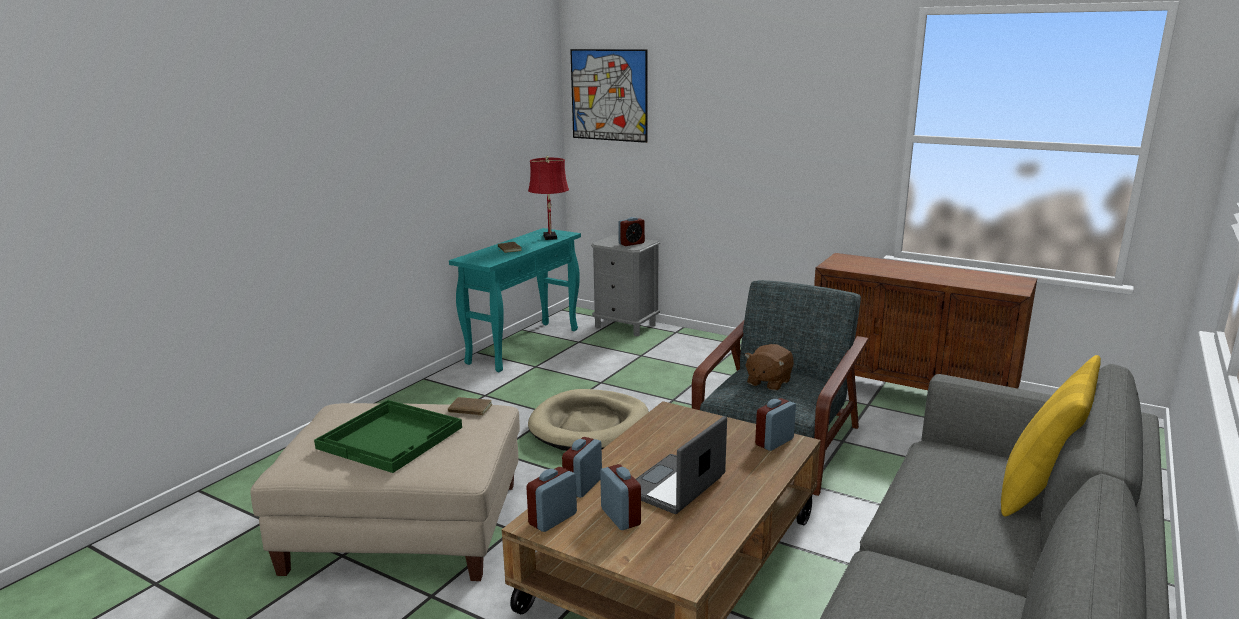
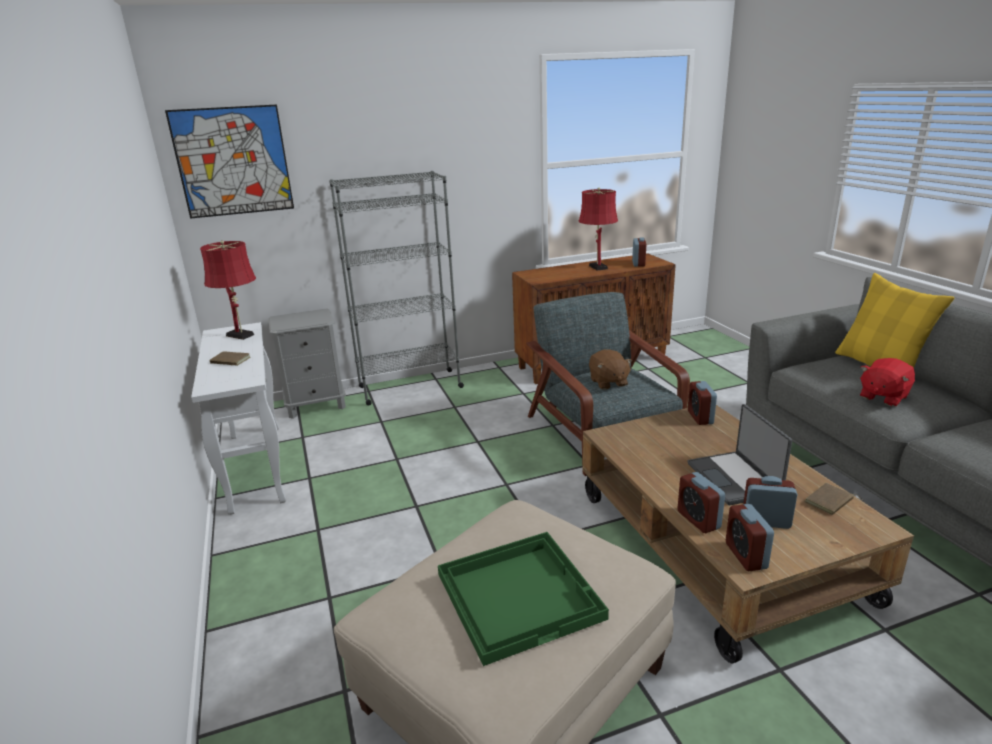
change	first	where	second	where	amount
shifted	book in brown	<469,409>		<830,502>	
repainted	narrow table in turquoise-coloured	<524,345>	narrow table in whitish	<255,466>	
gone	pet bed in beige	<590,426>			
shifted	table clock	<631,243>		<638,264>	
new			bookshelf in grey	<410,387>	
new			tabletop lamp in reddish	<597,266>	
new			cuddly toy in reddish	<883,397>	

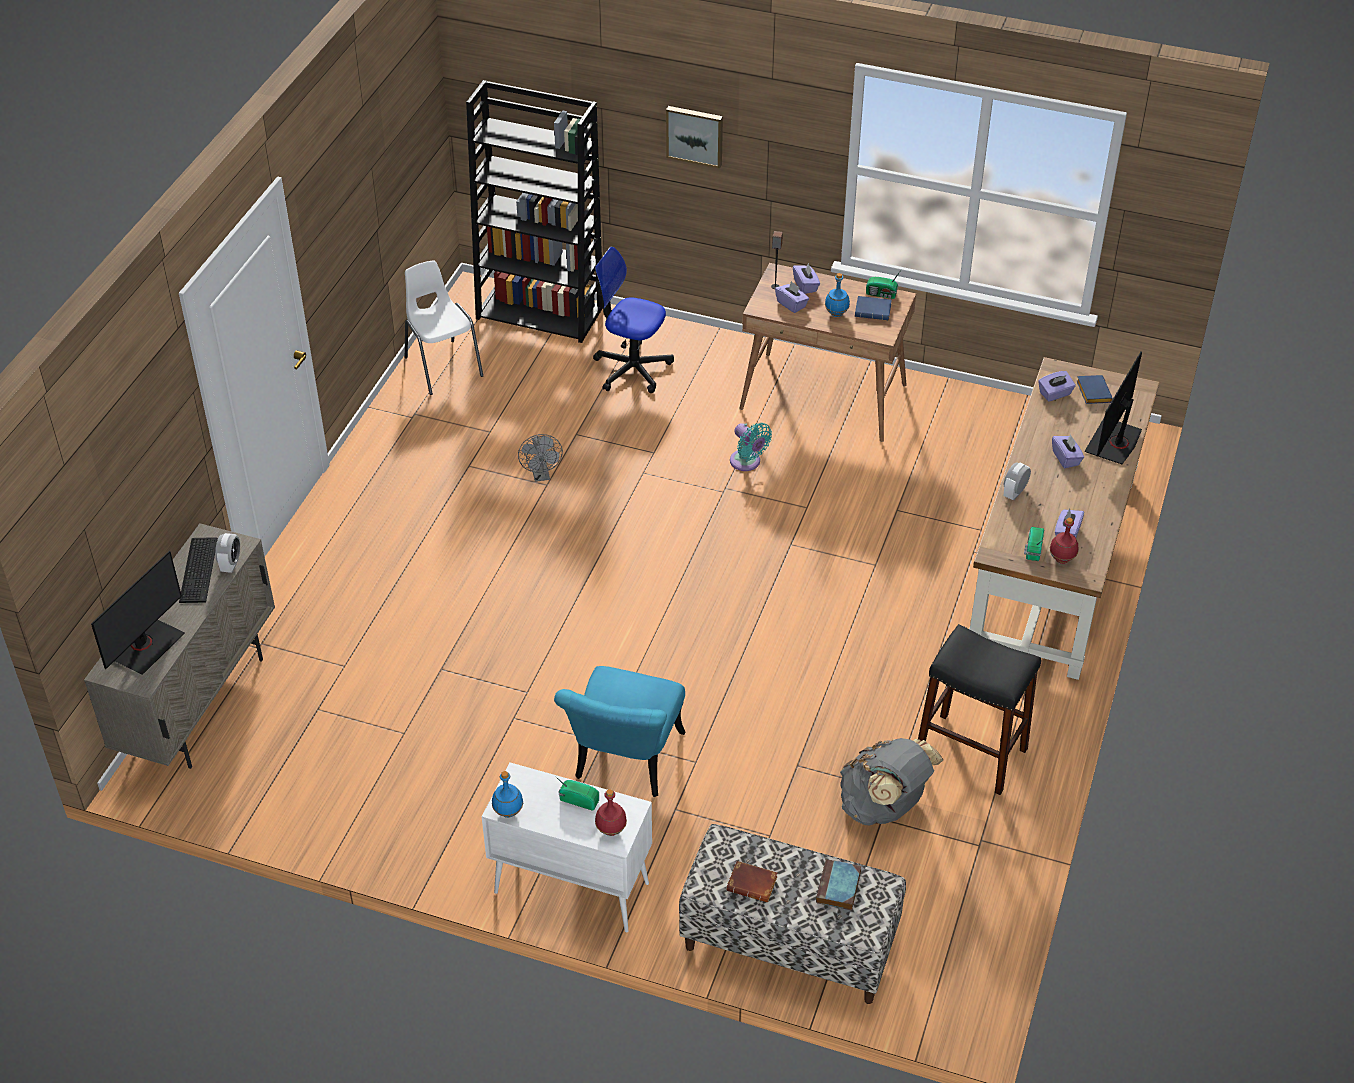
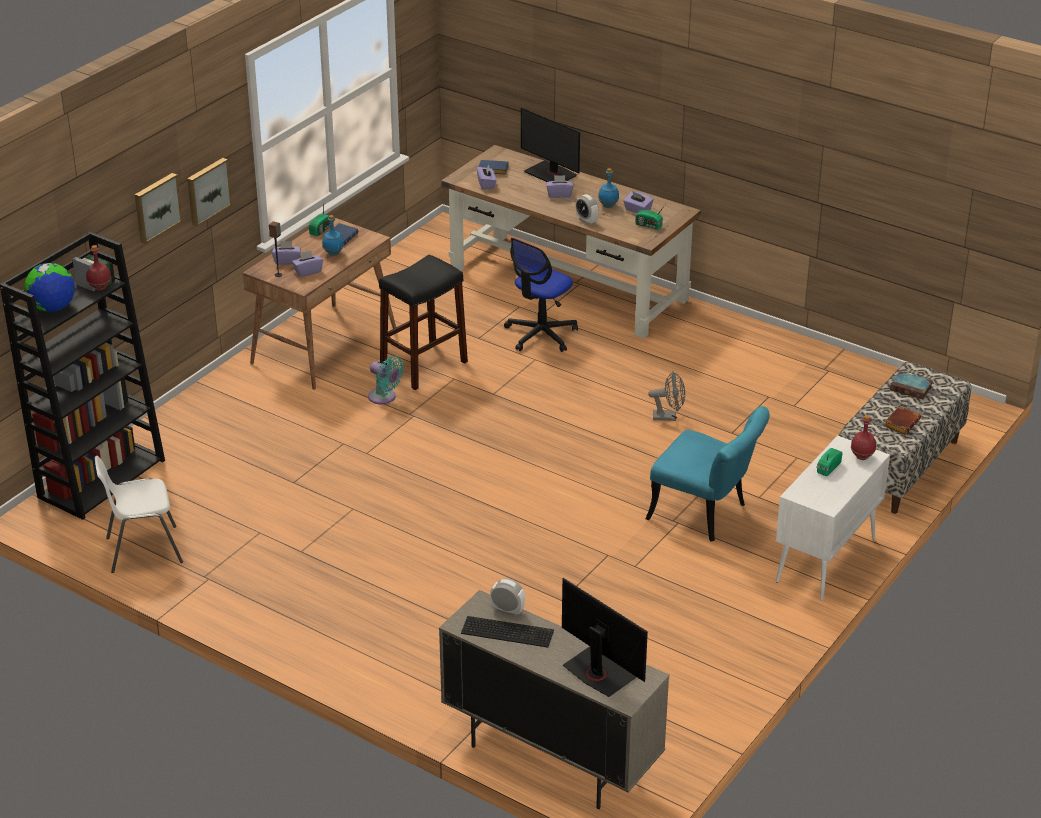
change	first	where	second	where	amount
shifted	bottle in blue-coloured	<508,812>		<608,206>	
shifted	cooling fan in grey	<541,475>		<668,417>	
shifted	computer chair	<632,369>		<540,335>	
rotated	cooling fan in turquoise-coloured	<747,463>		<384,397>	60 degrees clockwise
gone	rucksack in grey	<884,806>			
shifted	stool in black-coloured	<970,753>		<423,365>	
shifted	bottle in reddish	<1061,559>		<100,288>	
new			desk globe	<53,308>	
new			picture	<207,191>	

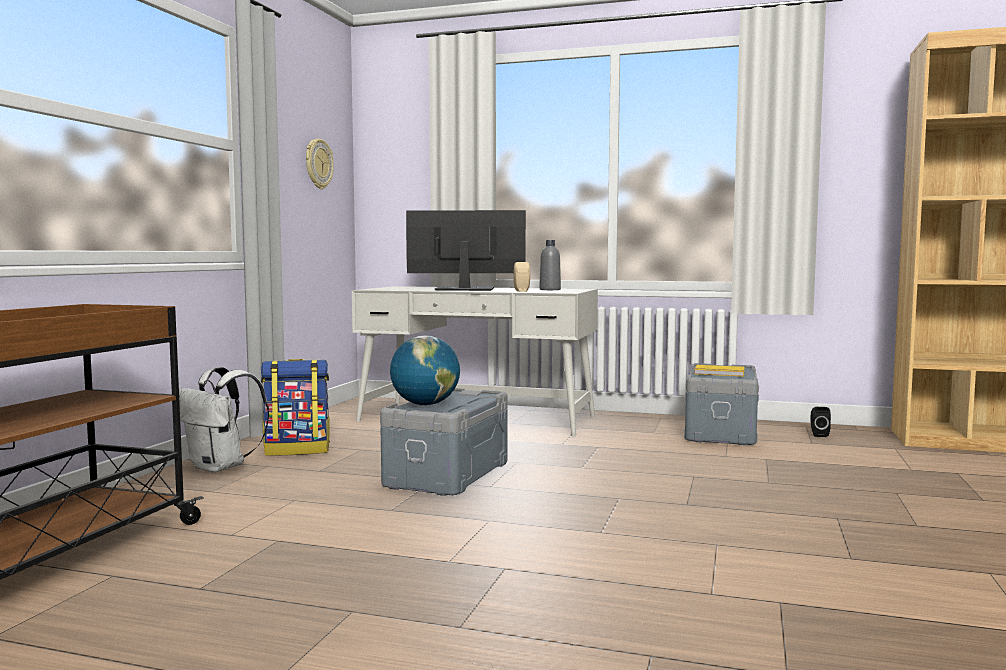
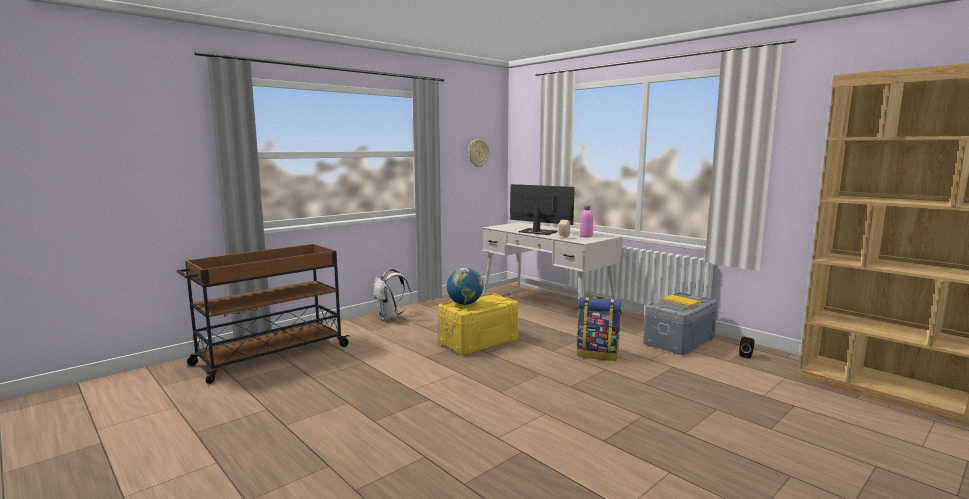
change	first	where	second	where	amount
shifted	rucksack	<297,450>		<597,354>	
repainted	storage box in grey	<449,474>	storage box in yellow	<479,341>	
repainted	bottle in grey	<550,289>	bottle in pink	<586,236>	

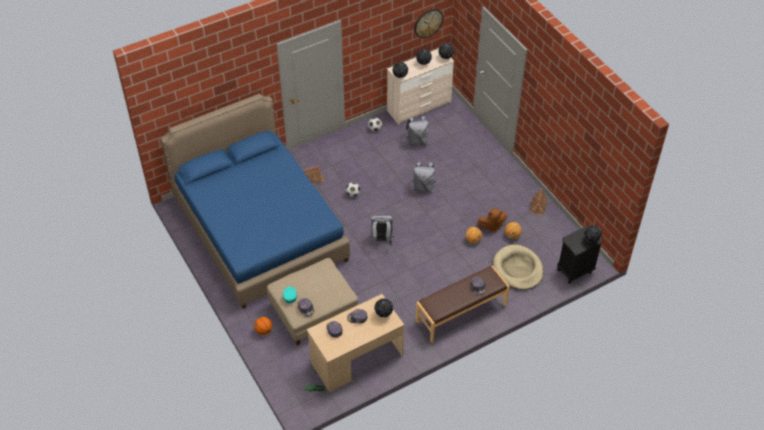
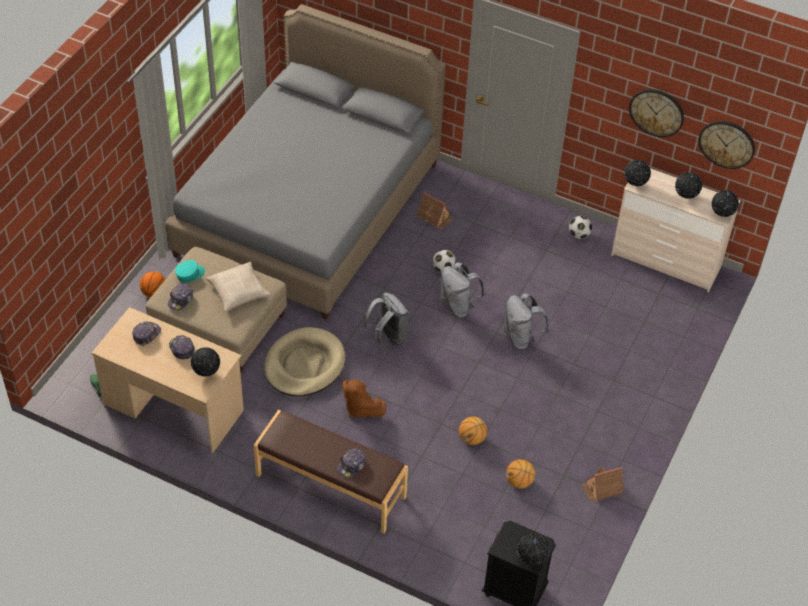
change	first	where	second	where	amount
repainted	bedroom bed in blue-coloured	<260,229>	bedroom bed in grey	<308,209>	
shifted	rucksack in grey	<417,141>		<458,306>	
shifted	cuddly toy in brown	<491,226>		<360,408>	
shifted	pet bed in beige	<518,269>		<304,365>	
new			throw pillow in beige	<238,291>	
new			hanging clock	<656,112>	

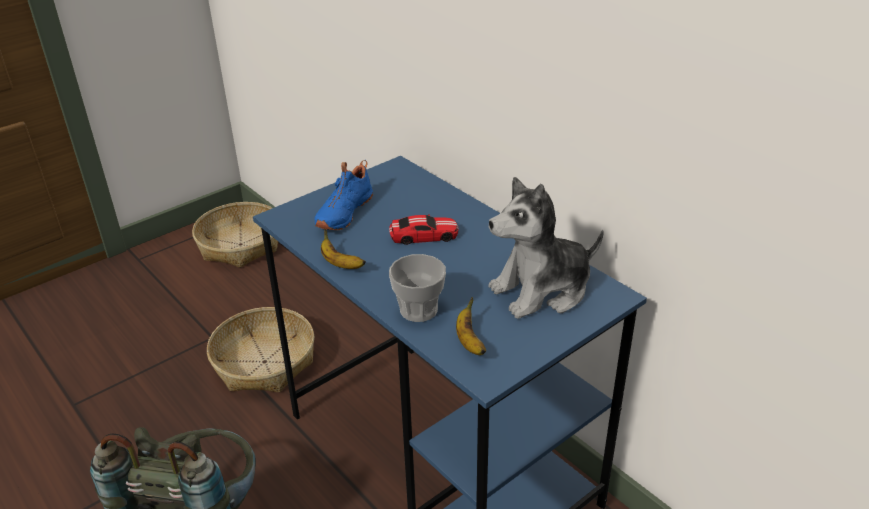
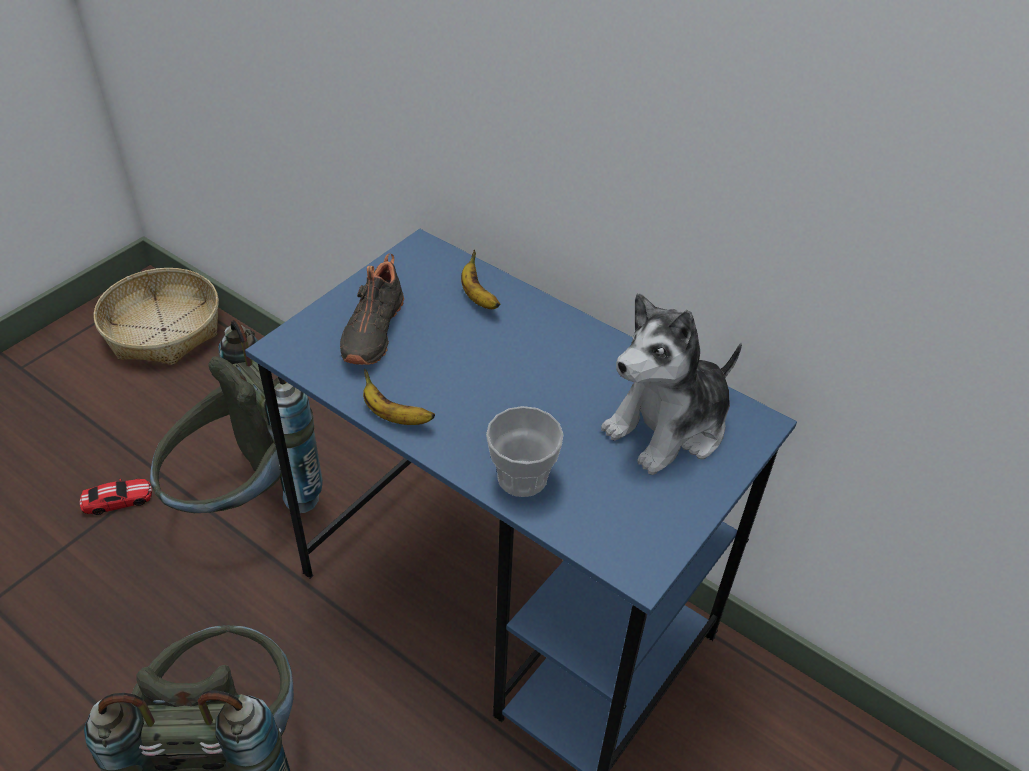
change	first	where	second	where	amount
swapped	household basket	<265,362>	rucksack in grey	<245,501>	
repainted	shoe in blue-coloured	<343,212>	shoe in black-coloured	<371,330>	
shifted	model car	<424,235>		<118,500>	
shifted	banana	<469,341>		<477,297>	

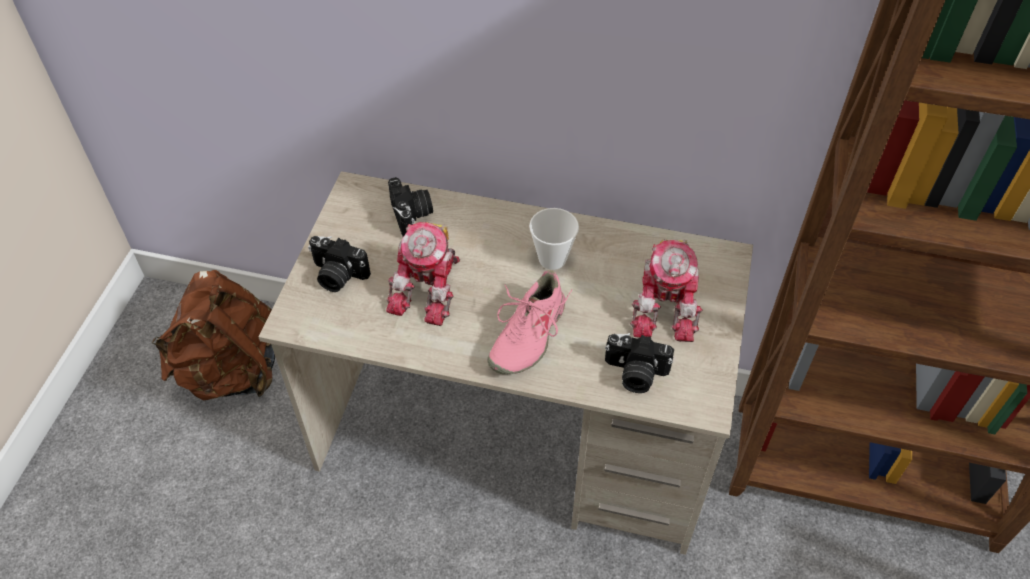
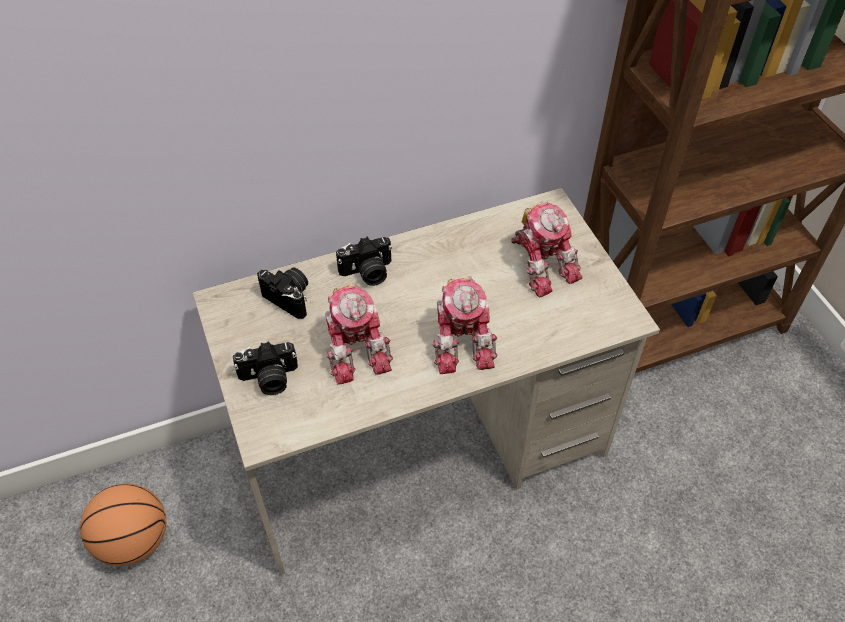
change	first	where	second	where	amount
swapped	rucksack in brown	<231,371>	basketball	<134,541>	
swapped	shoe in pink	<527,334>	model robot	<463,339>	
gone	cup	<552,259>			
shifted	still camera	<635,374>		<367,273>	

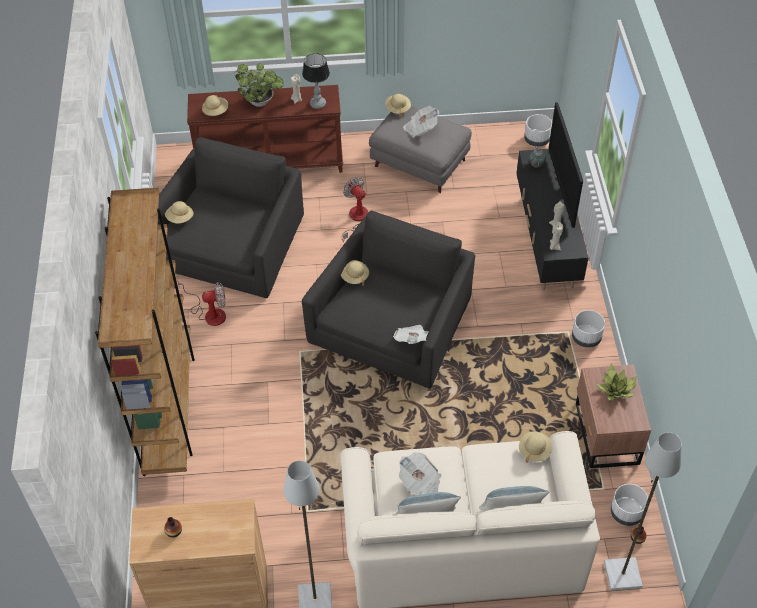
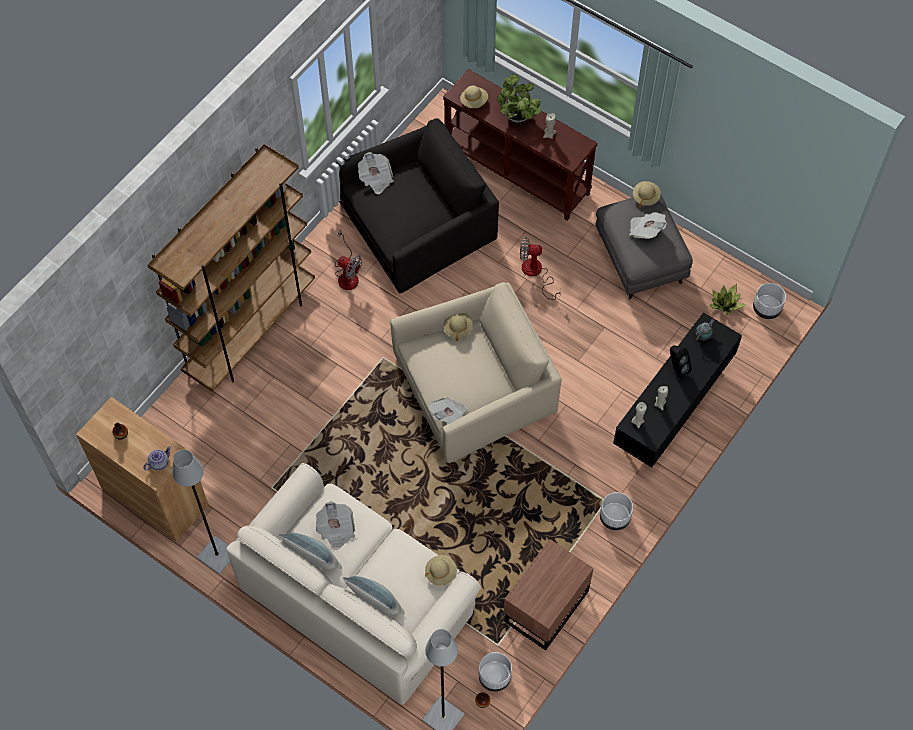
change	first	where	second	where	amount
swapped	clothing hat in beige	<180,218>	daily paper	<376,179>	
gone	tabletop lamp	<317,104>			
repainted	easy chair in black-coloured	<393,323>	easy chair in beige	<475,387>	
rotated	cooling fan	<356,219>		<536,273>	90 degrees counterclockwise
gone	television	<562,191>			
shifted	houseplant	<616,389>		<725,304>	
new			tea pot	<158,463>	
new			audio speaker in black-coloured	<677,369>	

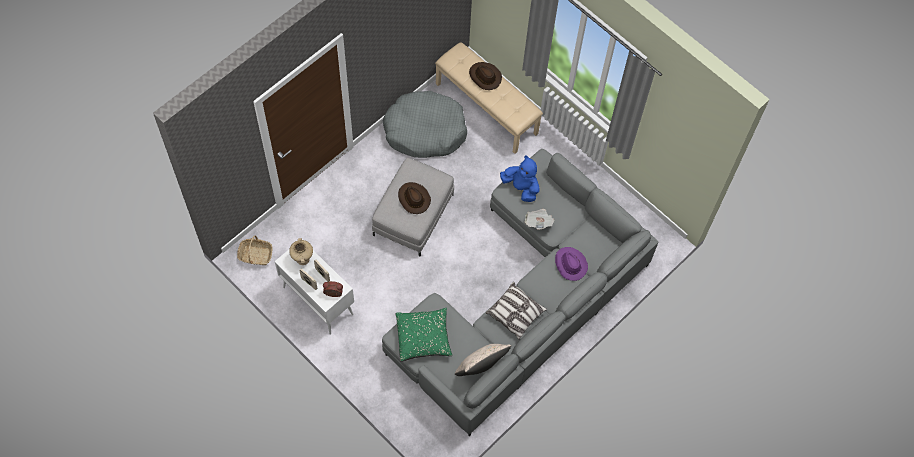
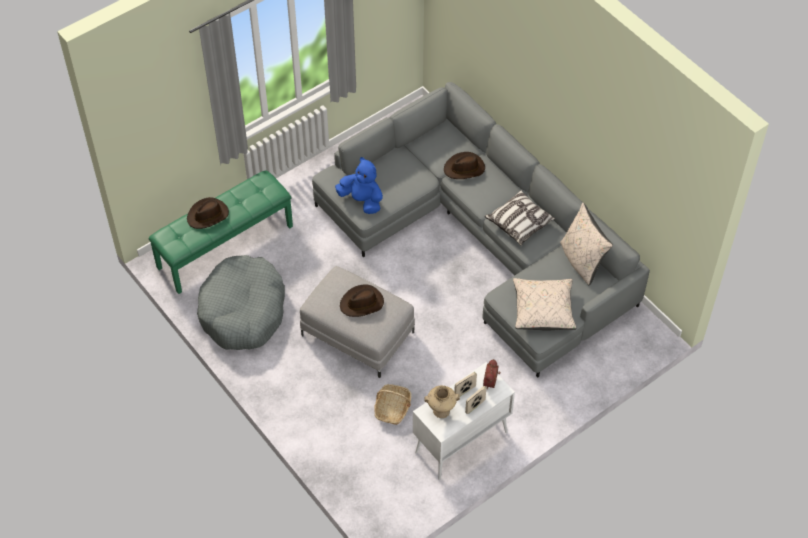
change	first	where	second	where	amount
shifted	household basket	<255,255>		<392,408>	
repainted	throw pillow in green-coloured	<423,338>	throw pillow in beige	<543,310>	
repainted	bench in beige	<487,108>	bench in green-coloured	<225,246>	
rotated	cuddly toy in blue-coloured	<521,187>		<362,200>	75 degrees clockwise
gone	daily paper	<538,222>			
repainted	clothing hat in purple-coloured	<570,264>	clothing hat in brown	<464,168>	

